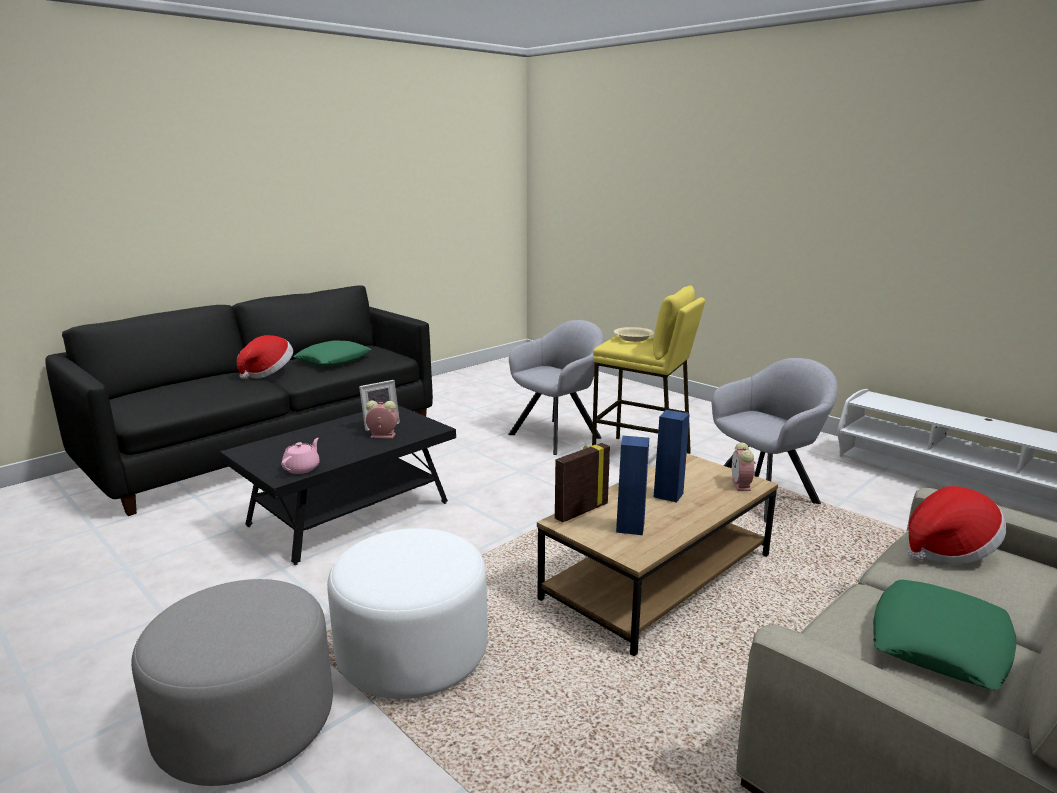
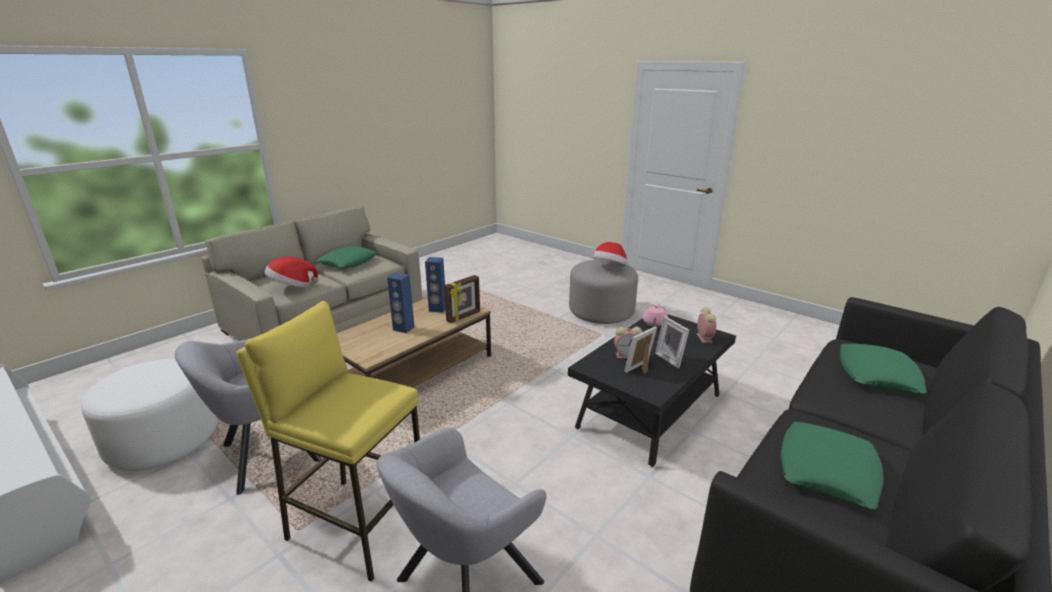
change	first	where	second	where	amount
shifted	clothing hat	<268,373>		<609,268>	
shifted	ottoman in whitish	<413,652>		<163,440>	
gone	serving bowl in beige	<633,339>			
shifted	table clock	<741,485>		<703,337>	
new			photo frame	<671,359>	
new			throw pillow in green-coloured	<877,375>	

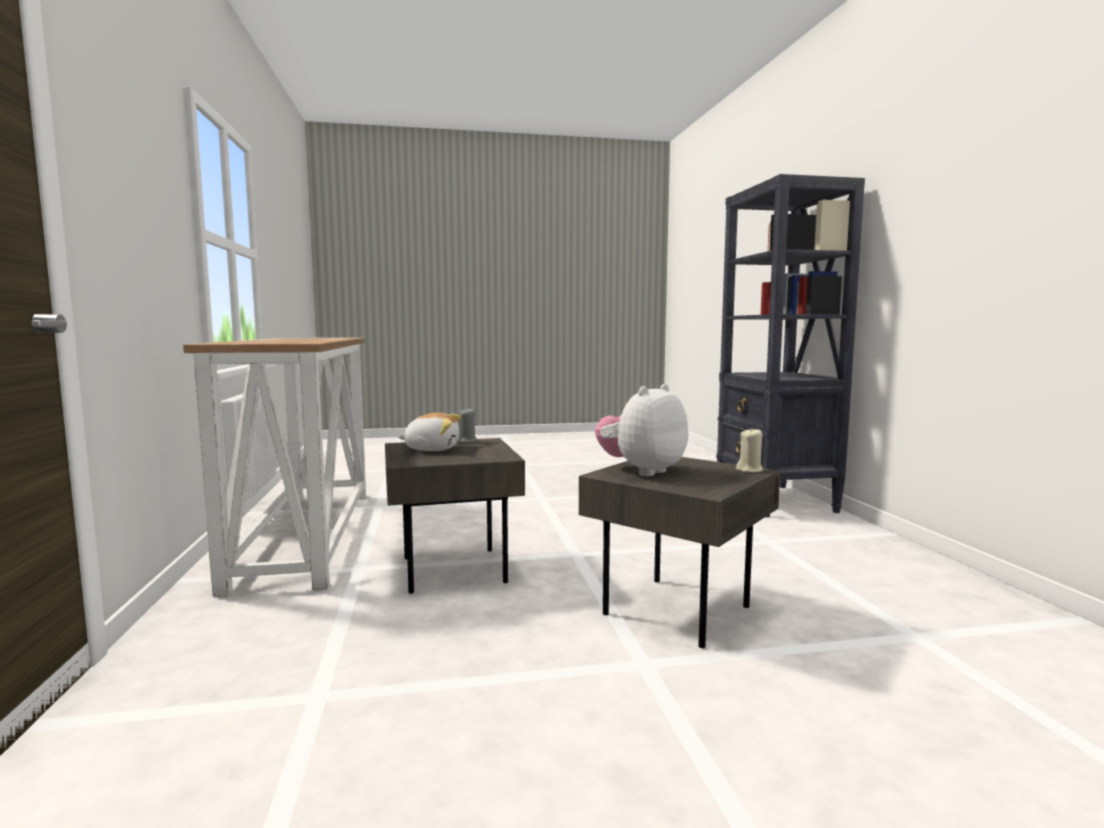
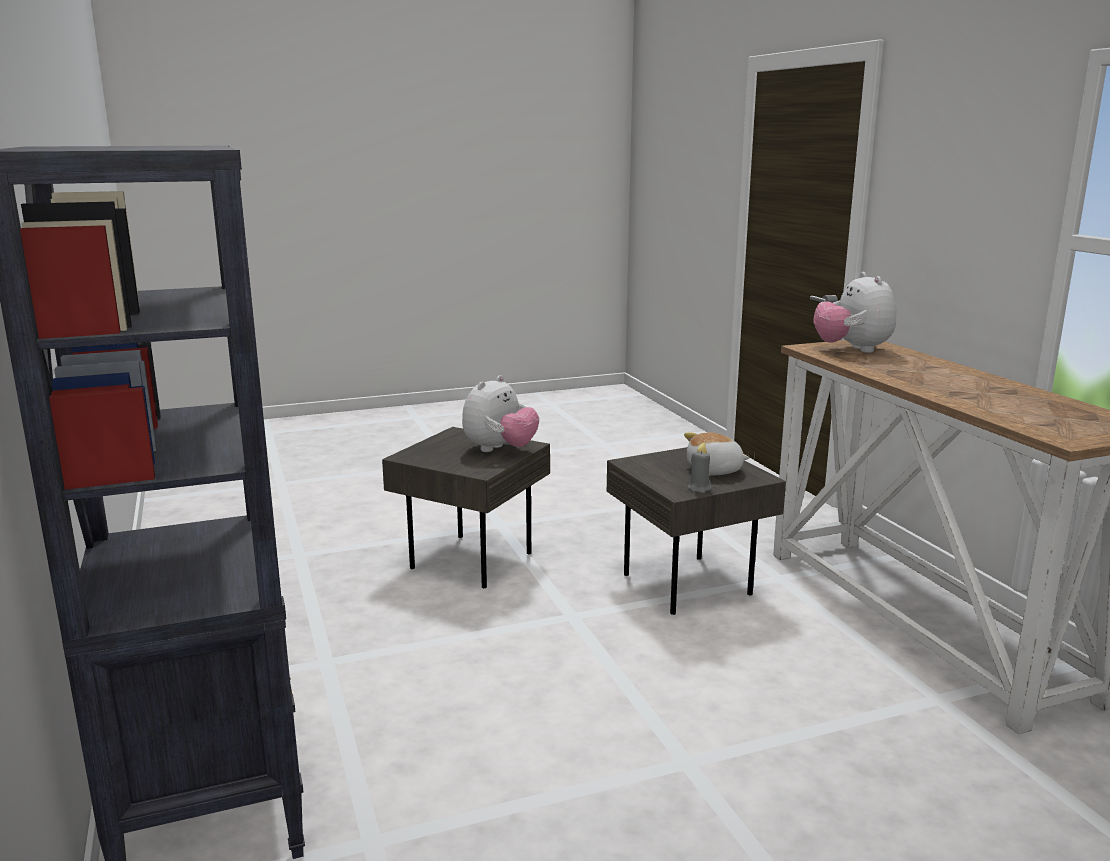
change	first	where	second	where	amount
gone	candle in beige	<749,470>			
new			cuddly toy	<852,350>	

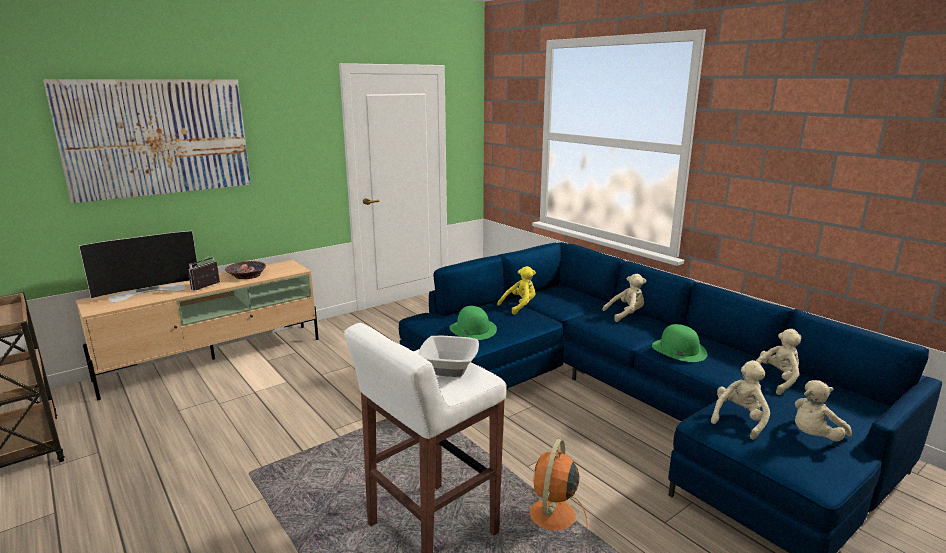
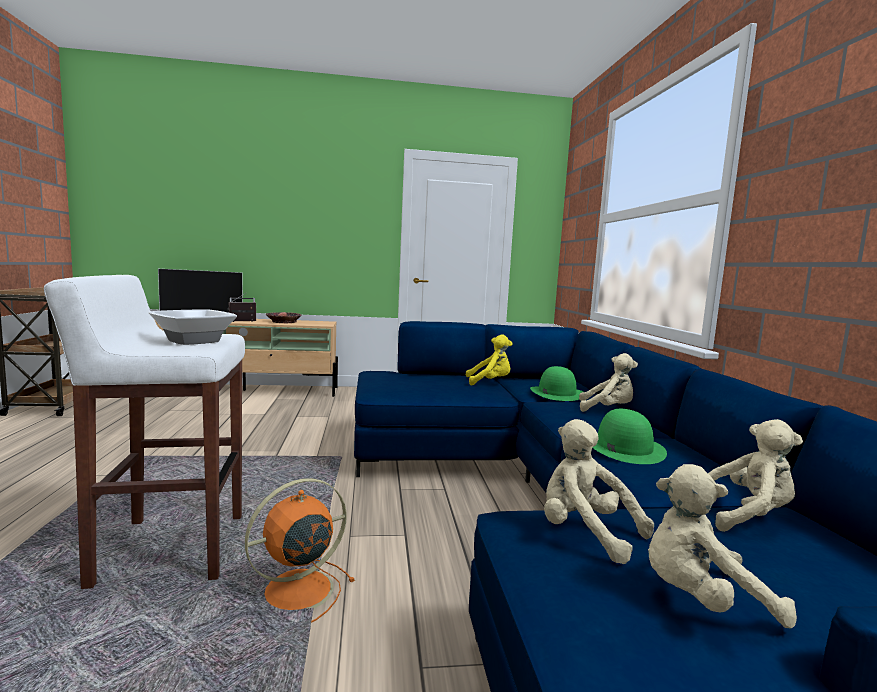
change	first	where	second	where	amount
gone	picture	<157,137>			
shifted	clothing hat in green-coloured	<472,329>		<556,393>	
rotated	cuddly toy in beige	<740,420>		<585,533>	120 degrees counterclockwise

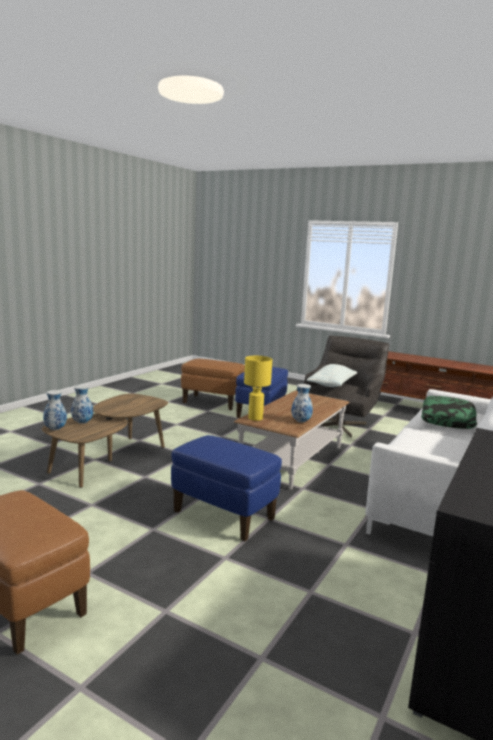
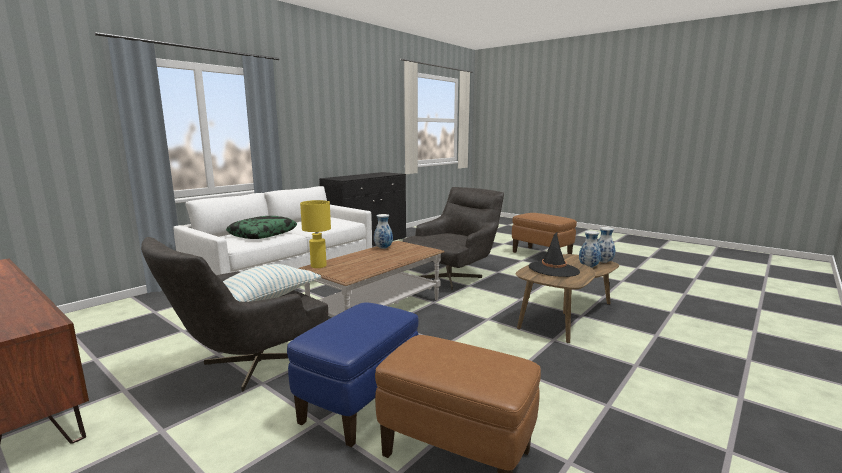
change	first	where	second	where	amount
swapped	ottoman in blue-coloured	<223,515>	easy chair in grey	<454,276>	
shifted	tabletop lamp in yellow	<255,418>		<318,266>	
new			clothing hat in black-coloured	<553,269>	

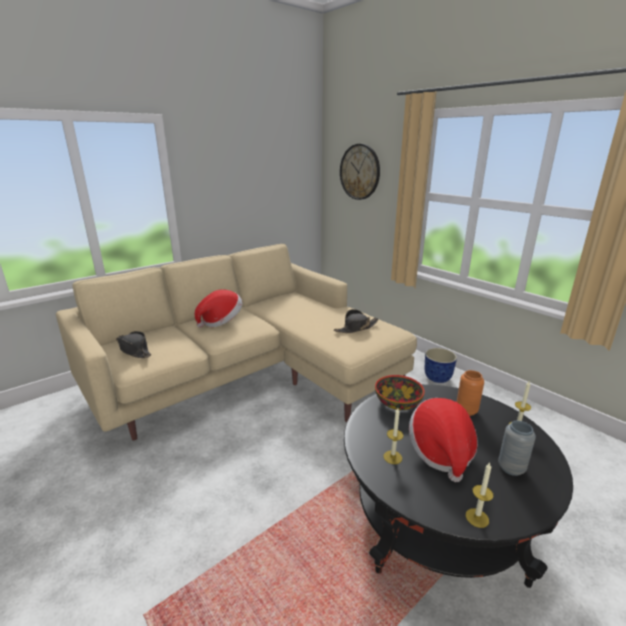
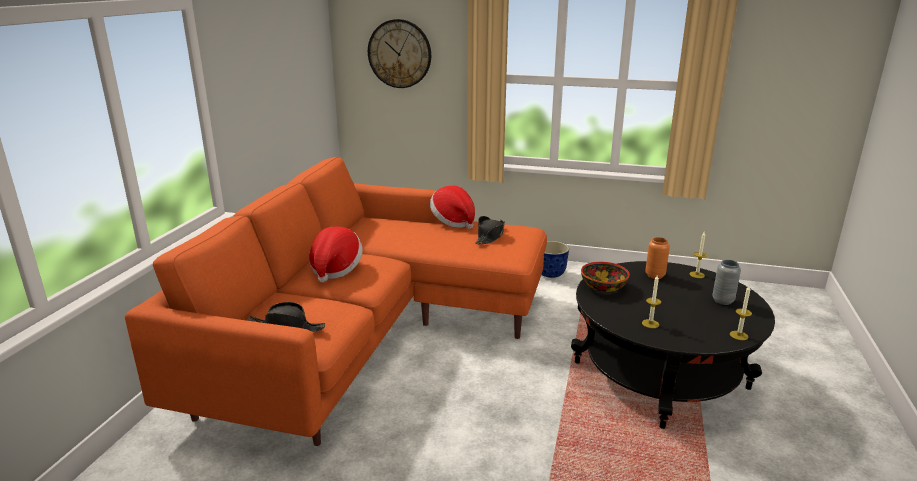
change	first	where	second	where	amount
repainted	couch in beige	<249,377>	couch in orangey	<365,336>	
shifted	clothing hat	<440,451>		<453,221>	

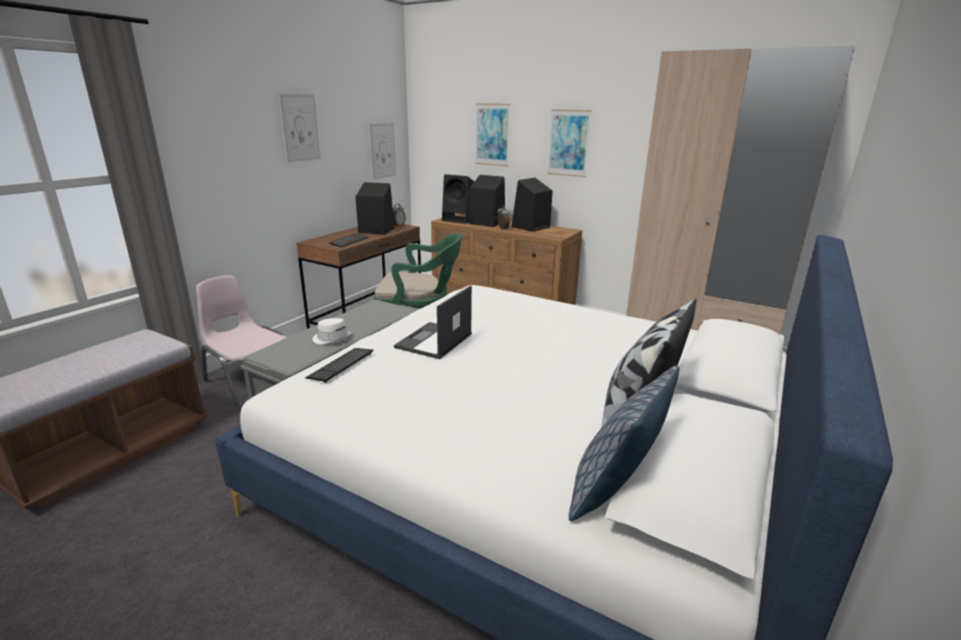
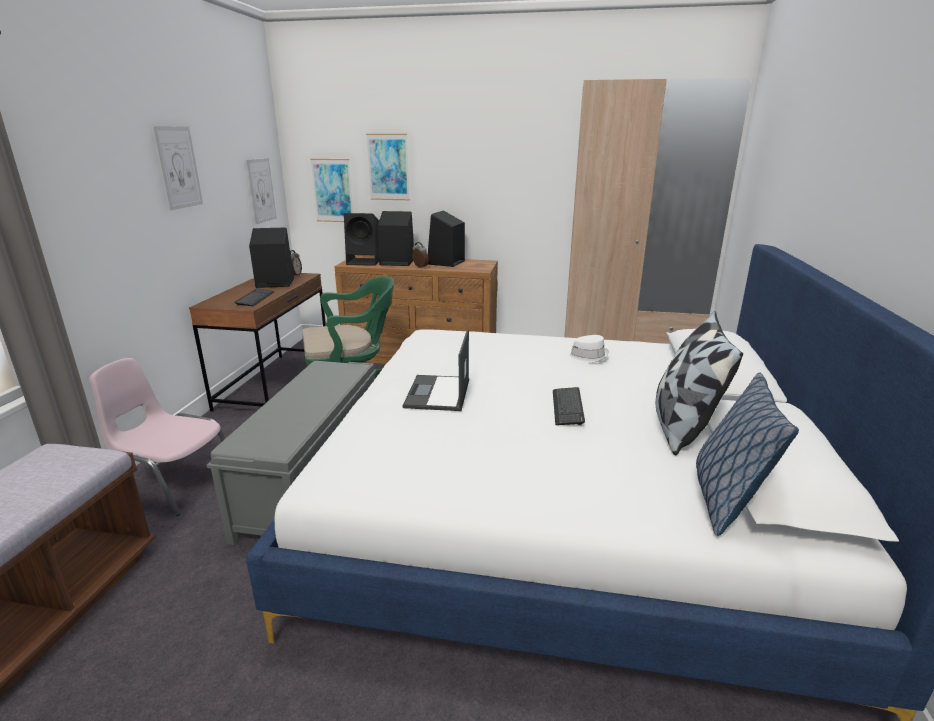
change	first	where	second	where	amount
shifted	PC keyboard	<341,365>		<567,407>	
shifted	clothing hat in whitish	<331,338>		<587,356>	
shifted	picture	<568,143>		<332,190>	

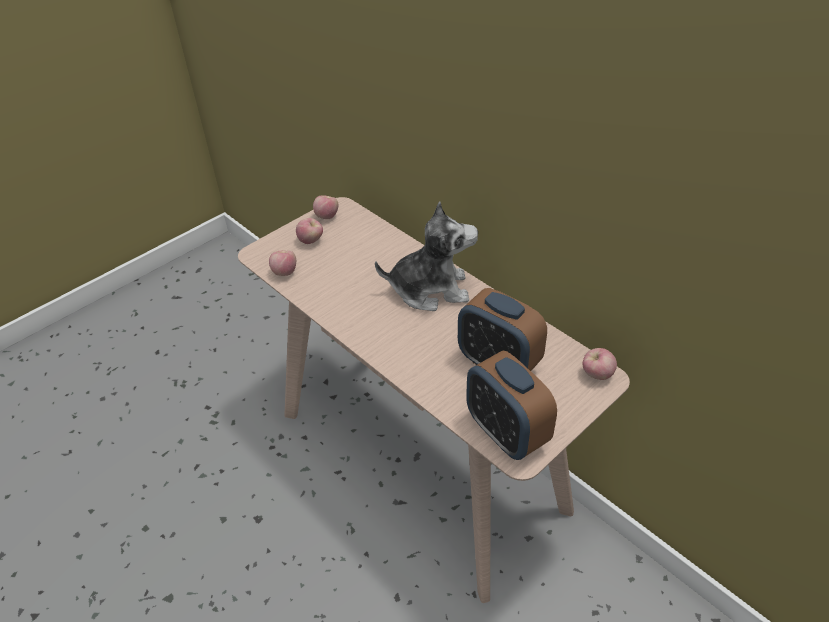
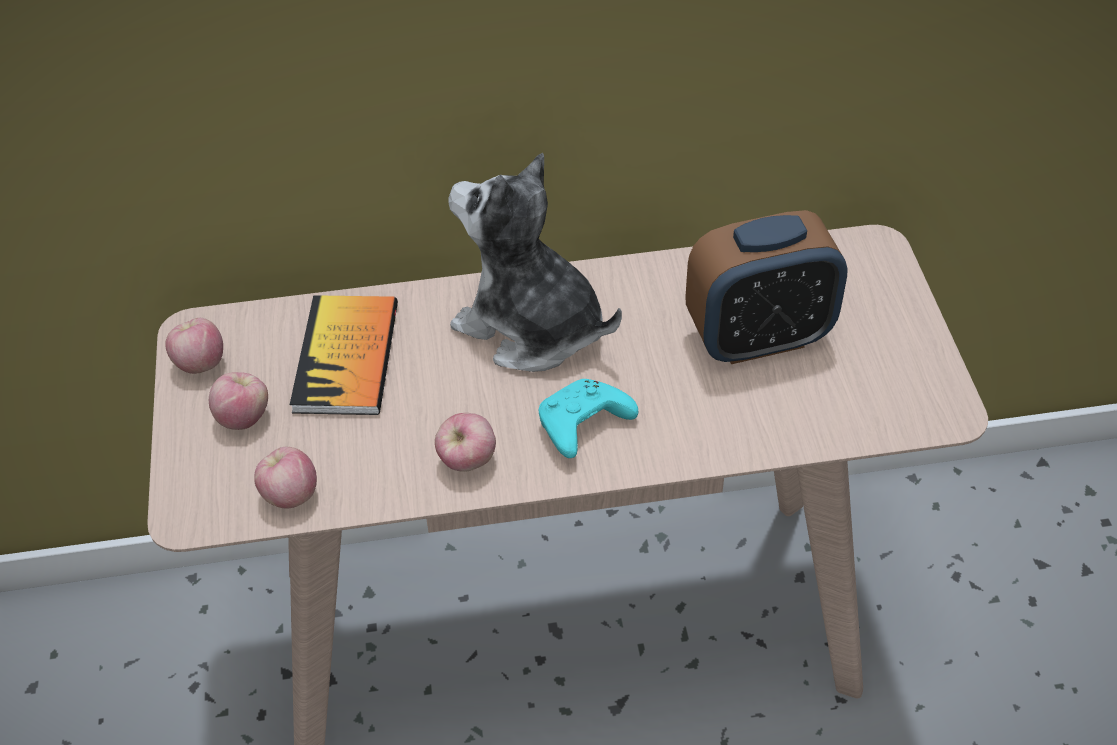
change	first	where	second	where	amount
rotated	cuddly toy	<430,289>		<531,327>	90 degrees counterclockwise
gone	table clock	<506,433>			
shifted	whole apple	<597,374>		<467,461>	
new			book	<346,357>	
new			game controller in turquoise-coloured	<582,427>	

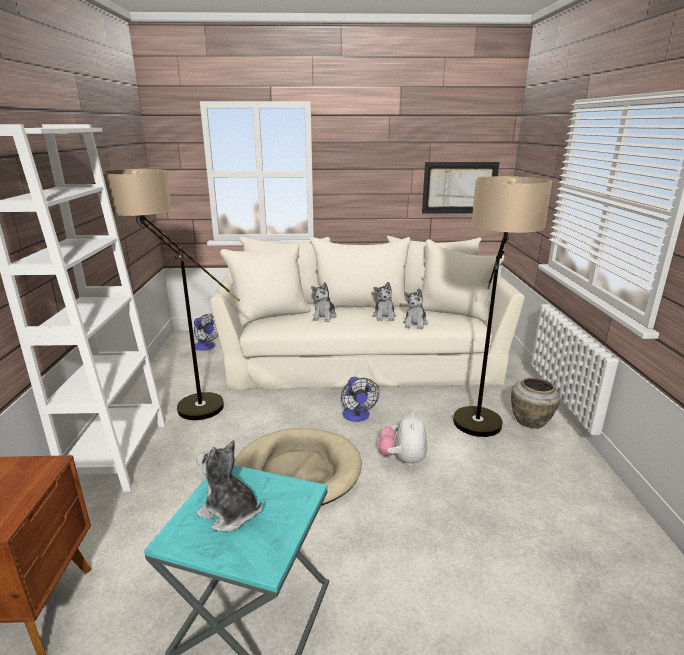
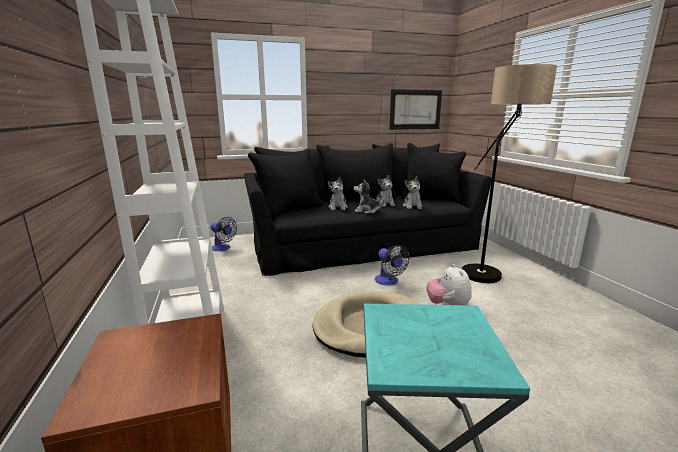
change	first	where	second	where	amount
gone	standing lamp	<184,405>			
shifted	cuddly toy	<229,513>		<367,211>	
repainted	couch in beige	<363,359>	couch in black-coloured	<363,244>	
gone	vase in beige	<531,422>			

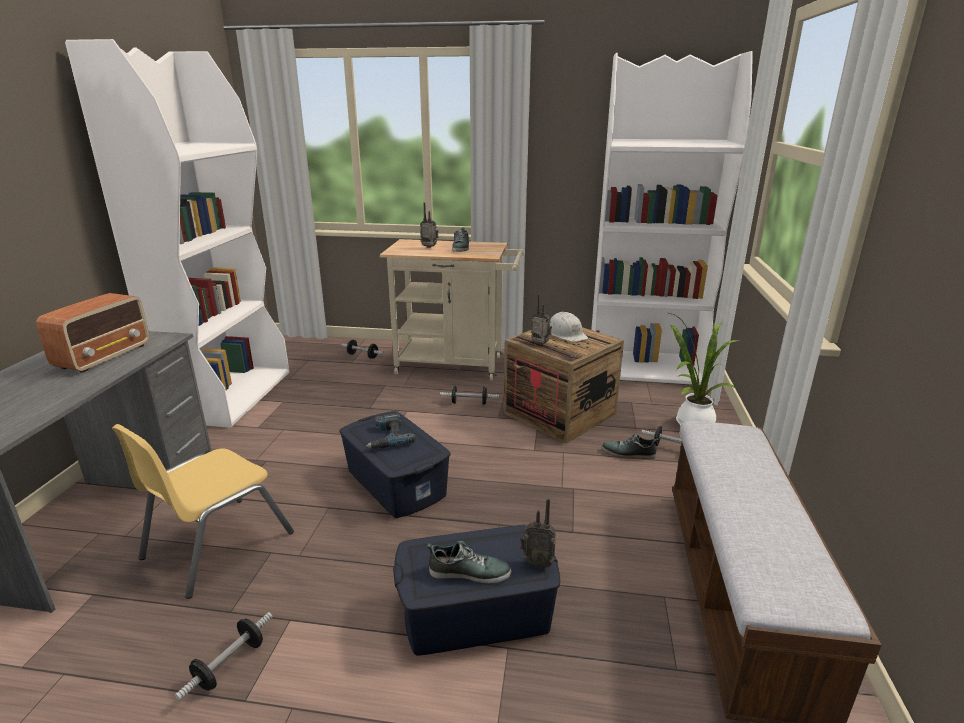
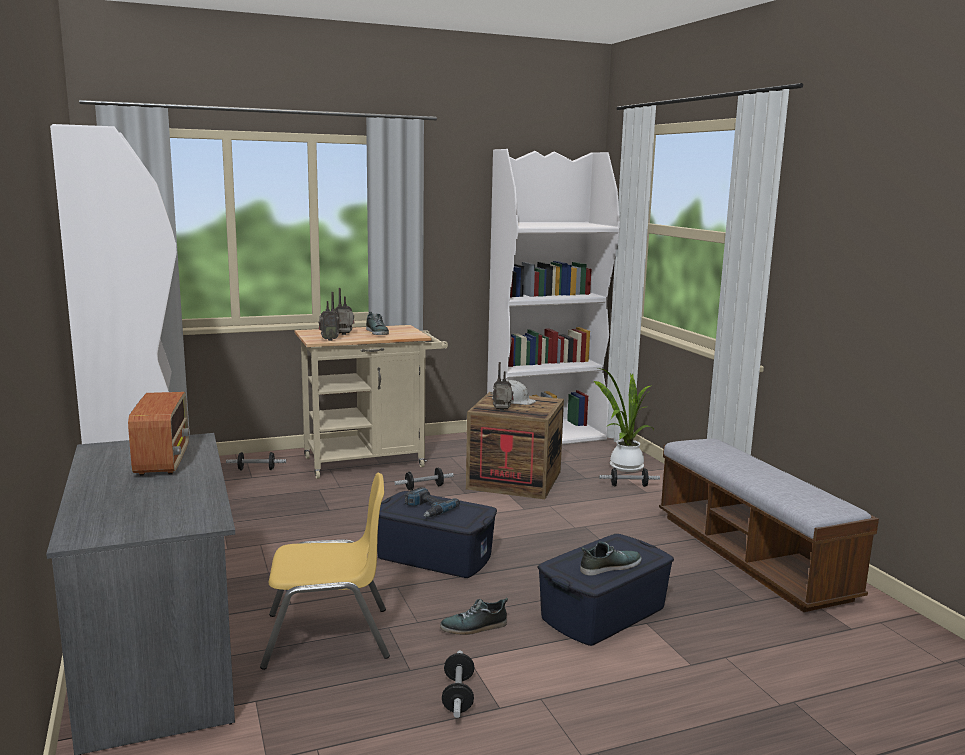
change	first	where	second	where	amount
rotated	plain chair in yellow	<216,545>		<328,637>	105 degrees counterclockwise
shifted	radio set	<537,562>		<328,340>	
shifted	shoe	<628,453>		<474,627>	

